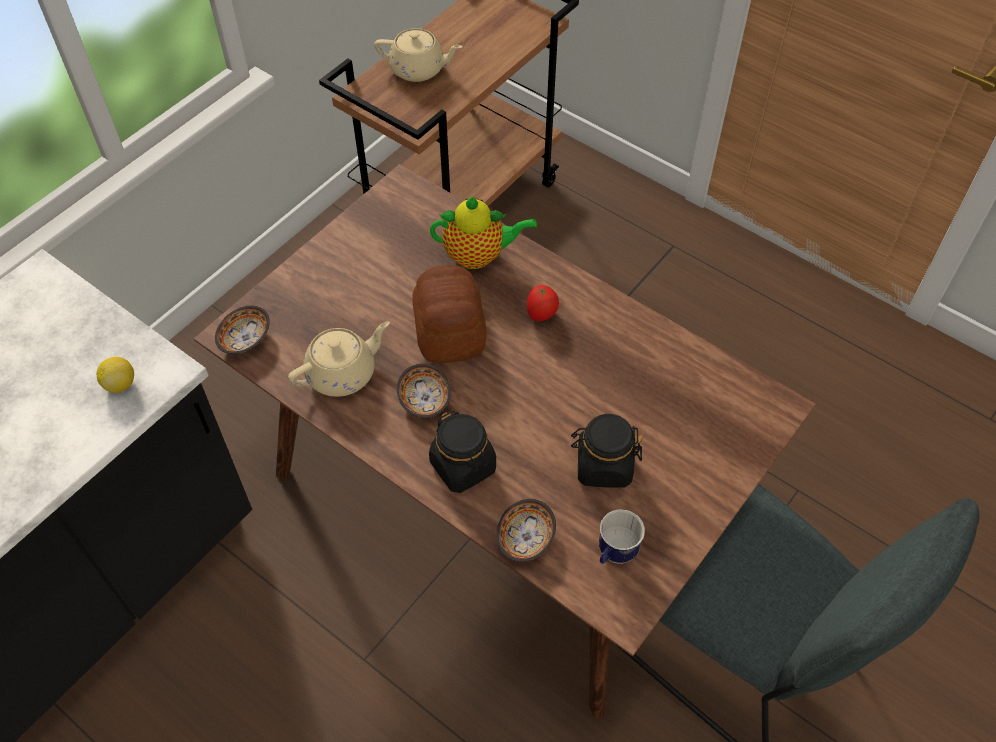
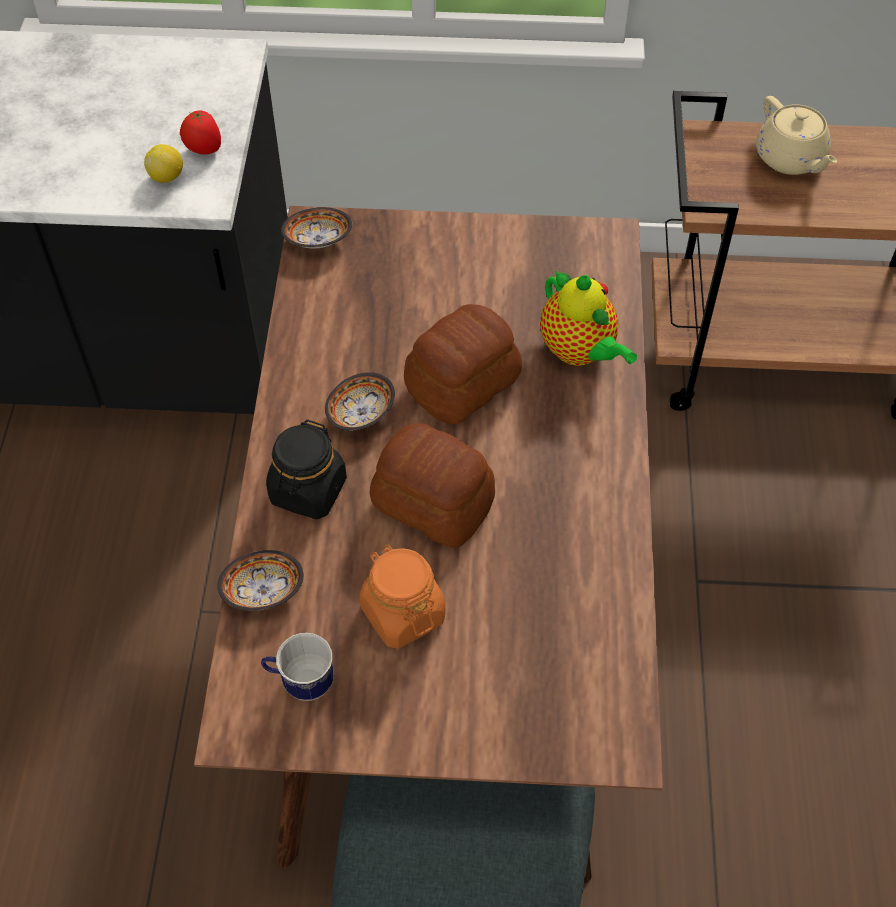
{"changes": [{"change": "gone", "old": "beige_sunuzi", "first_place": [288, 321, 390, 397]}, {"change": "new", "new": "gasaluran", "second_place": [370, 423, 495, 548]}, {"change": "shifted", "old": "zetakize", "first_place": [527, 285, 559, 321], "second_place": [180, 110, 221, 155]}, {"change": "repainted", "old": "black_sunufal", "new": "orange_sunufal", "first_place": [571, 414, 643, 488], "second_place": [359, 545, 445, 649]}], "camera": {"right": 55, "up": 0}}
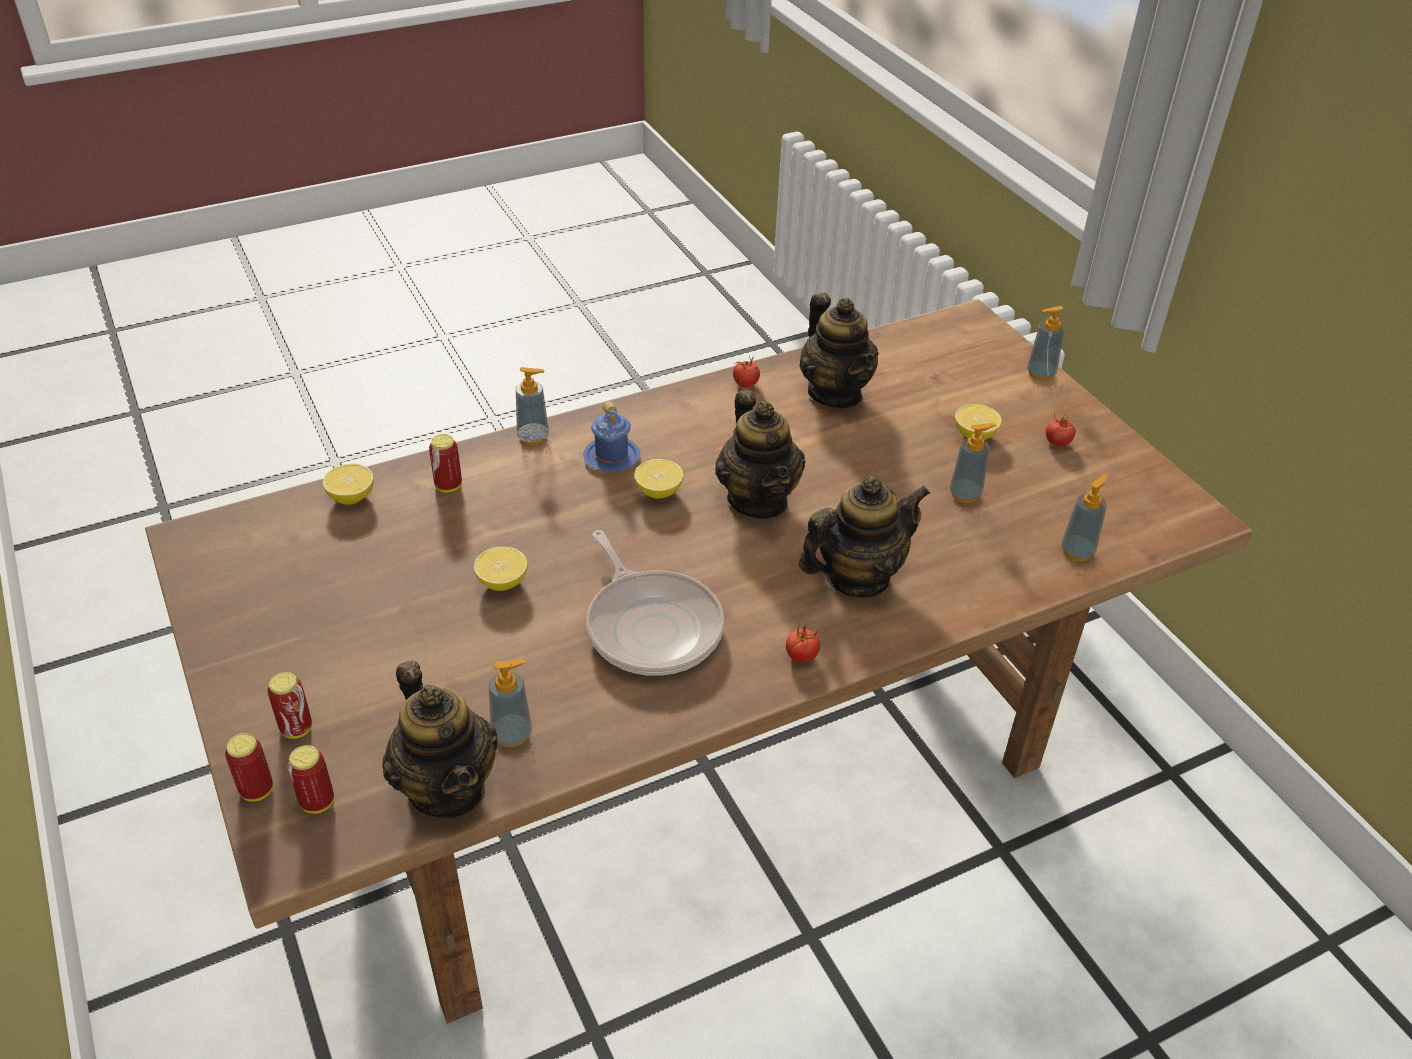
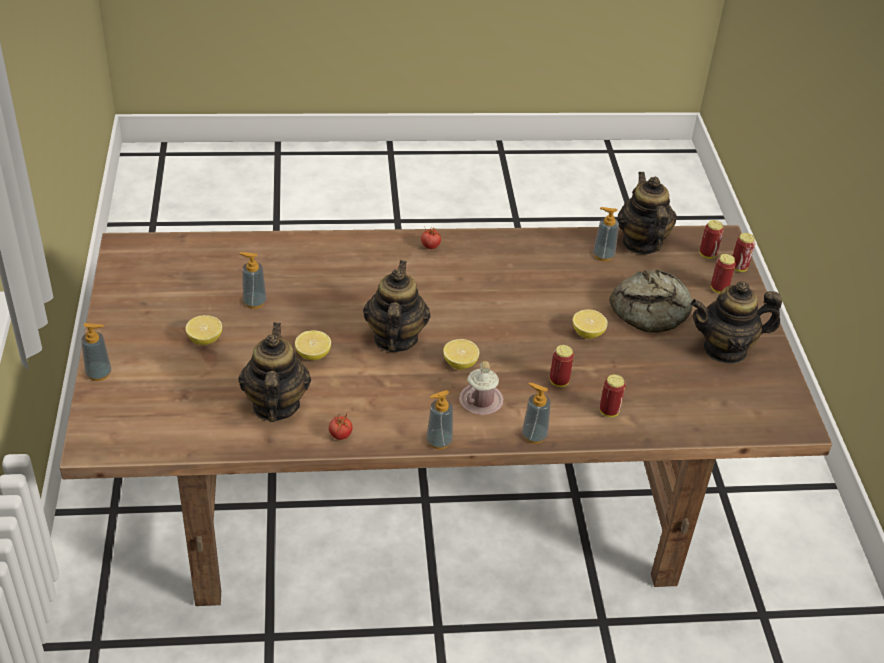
{"changes": [{"change": "gone", "old": "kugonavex", "first_place": [586, 530, 724, 676]}, {"change": "gone", "old": "zetakize", "first_place": [1046, 413, 1076, 447]}, {"change": "new", "new": "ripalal", "second_place": [550, 345, 574, 387]}, {"change": "new", "new": "gasaluran", "second_place": [609, 269, 693, 333]}, {"change": "shifted", "old": "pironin", "first_place": [323, 463, 374, 505], "second_place": [295, 330, 331, 360]}, {"change": "shifted", "old": "sunuzi", "first_place": [798, 476, 930, 598], "second_place": [690, 281, 782, 364]}, {"change": "shifted", "old": "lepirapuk", "first_place": [1061, 474, 1108, 561], "second_place": [426, 390, 453, 449]}, {"change": "repainted", "old": "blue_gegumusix", "new": "pink_gegumusix", "first_place": [583, 401, 640, 472], "second_place": [459, 361, 504, 415]}], "camera": {"right": -160, "up": 0}}
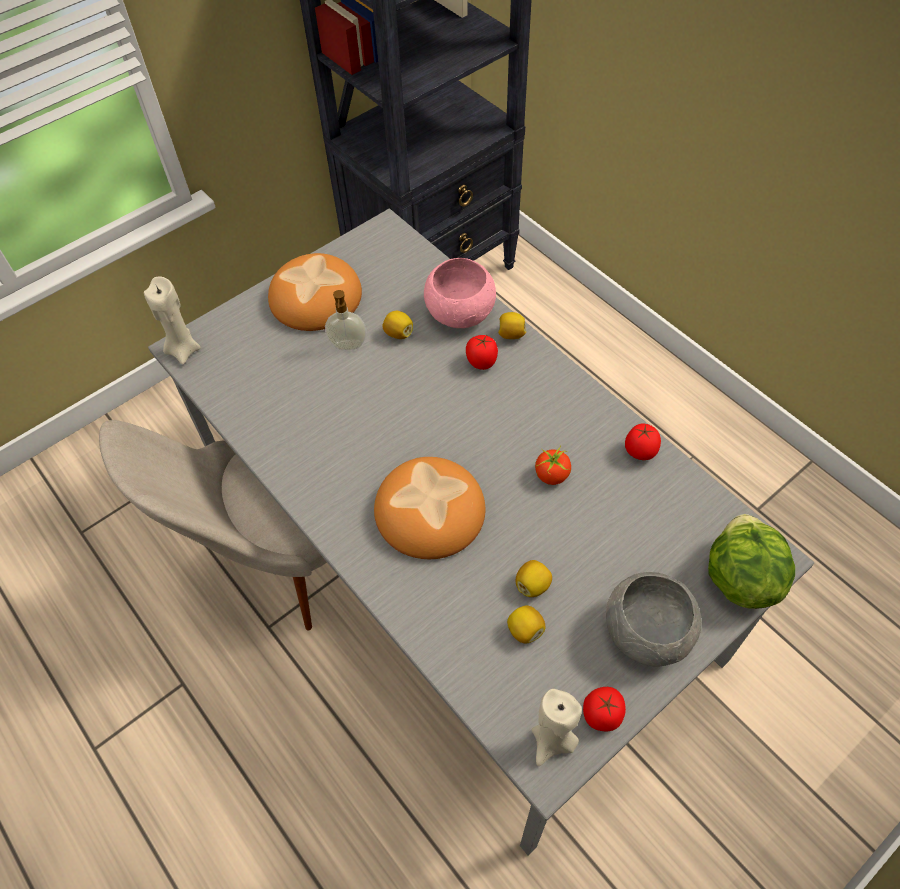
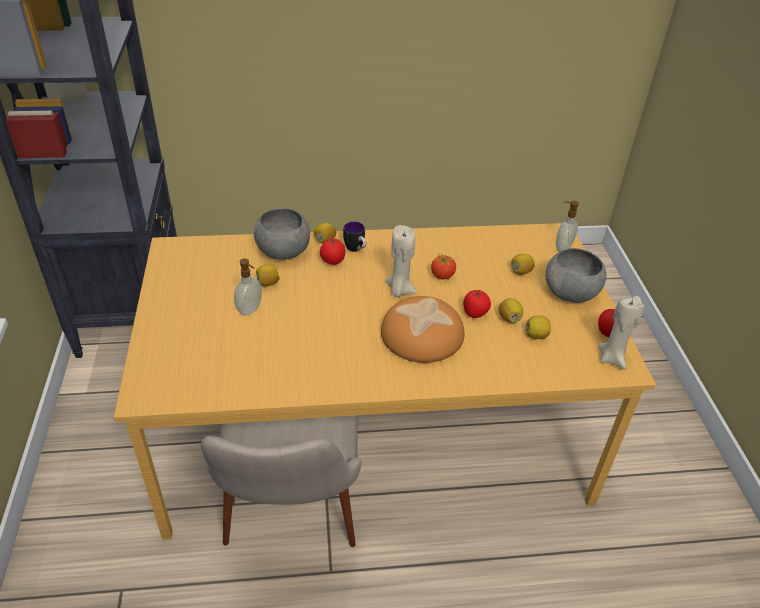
{"changes": [{"change": "gone", "old": "gasaluran", "first_place": [268, 253, 362, 331]}, {"change": "new", "new": "gegumusix", "second_place": [343, 222, 366, 252]}, {"change": "new", "new": "pironin", "second_place": [511, 254, 535, 275]}, {"change": "shifted", "old": "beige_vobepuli", "first_place": [144, 276, 201, 365], "second_place": [385, 225, 417, 297]}, {"change": "shifted", "old": "zetakize", "first_place": [625, 424, 661, 460], "second_place": [463, 290, 491, 318]}, {"change": "swapped", "old": "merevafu", "new": "lepirapuk", "first_place": [708, 514, 795, 609], "second_place": [556, 201, 579, 252]}, {"change": "repainted", "old": "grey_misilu", "new": "orange_misilu", "first_place": [148, 209, 814, 855], "second_place": [114, 223, 656, 539]}, {"change": "repainted", "old": "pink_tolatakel", "new": "grey_tolatakel", "first_place": [424, 258, 496, 328], "second_place": [254, 208, 310, 260]}], "camera": {"right": -60, "up": -15}}
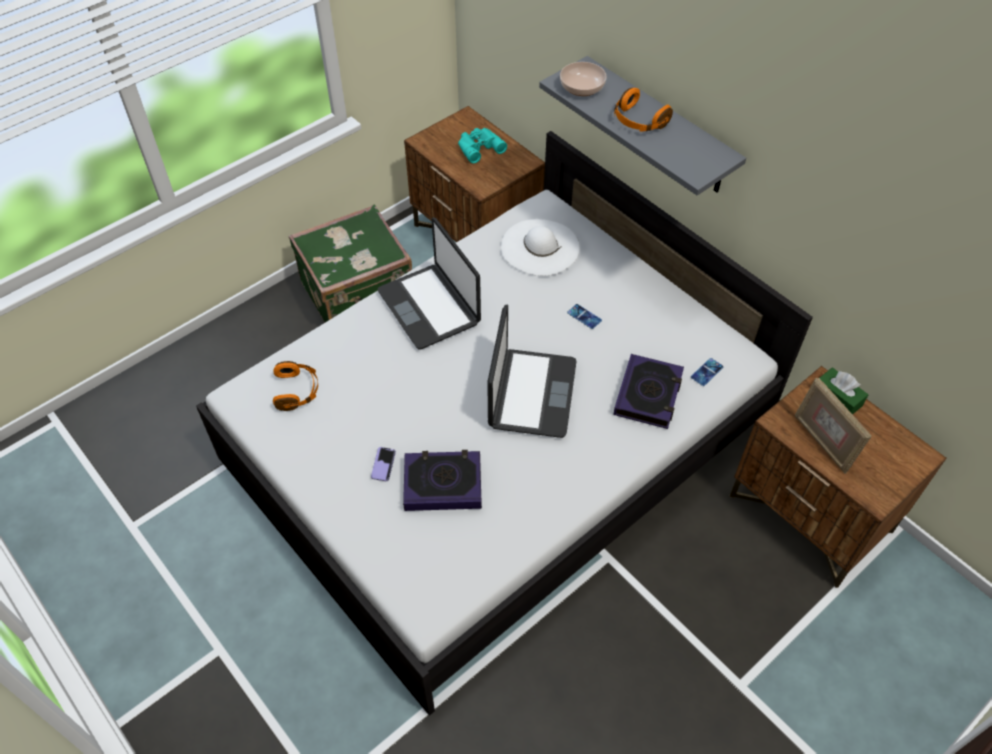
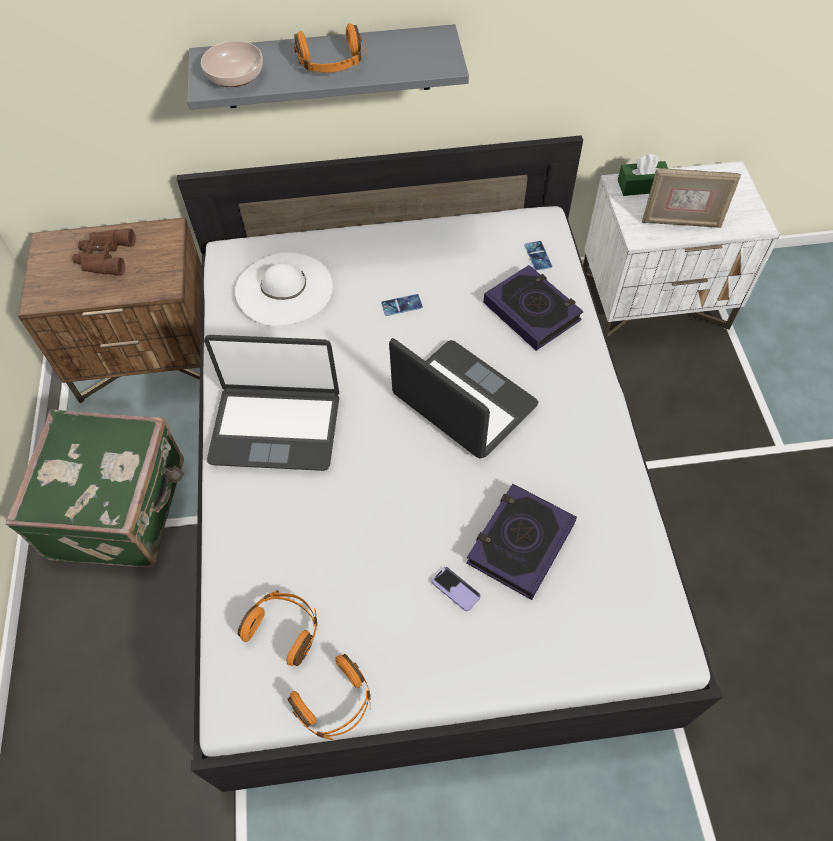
{"changes": [{"change": "new", "new": "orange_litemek", "second_place": [288, 654, 370, 740]}, {"change": "repainted", "old": "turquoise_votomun", "new": "brown_votomun", "first_place": [458, 128, 507, 164], "second_place": [72, 229, 135, 276]}, {"change": "repainted", "old": "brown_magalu", "new": "white_magalu", "first_place": [730, 366, 947, 588], "second_place": [583, 161, 780, 340]}], "camera": {"right": -55, "up": 5}}
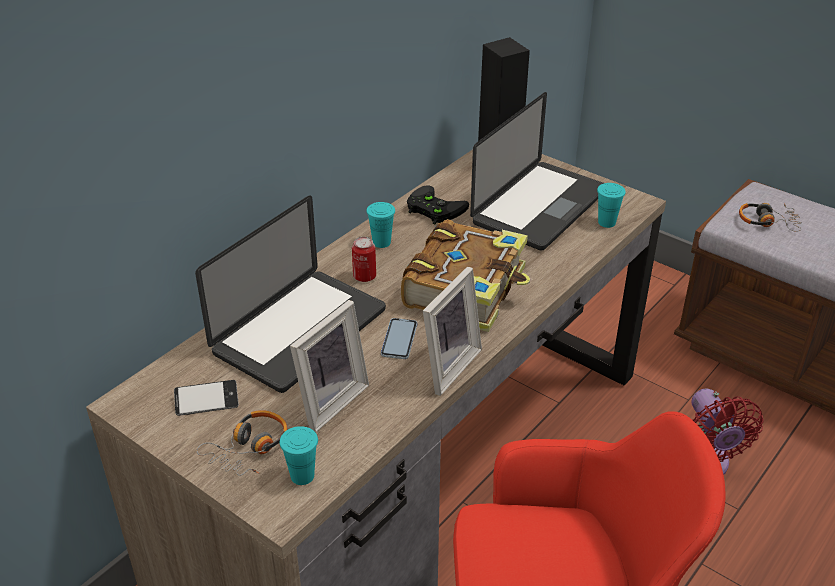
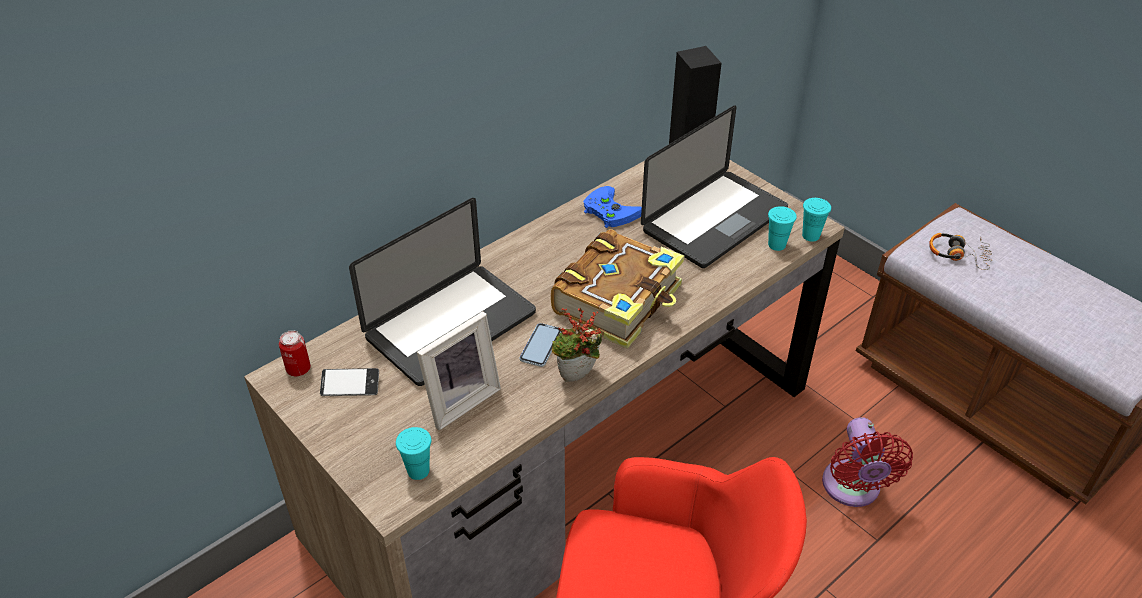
{"changes": [{"change": "gone", "old": "litemek", "first_place": [197, 410, 288, 476]}, {"change": "shifted", "old": "ripalal", "first_place": [352, 237, 376, 282], "second_place": [279, 330, 311, 376]}, {"change": "shifted", "old": "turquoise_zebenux", "first_place": [366, 202, 395, 248], "second_place": [802, 198, 831, 242]}, {"change": "swapped", "old": "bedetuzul", "new": "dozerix", "first_place": [423, 267, 482, 396], "second_place": [552, 308, 602, 382]}, {"change": "repainted", "old": "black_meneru", "new": "blue_meneru", "first_place": [407, 185, 469, 224], "second_place": [583, 186, 642, 228]}], "camera": {"right": 10, "up": 5}}
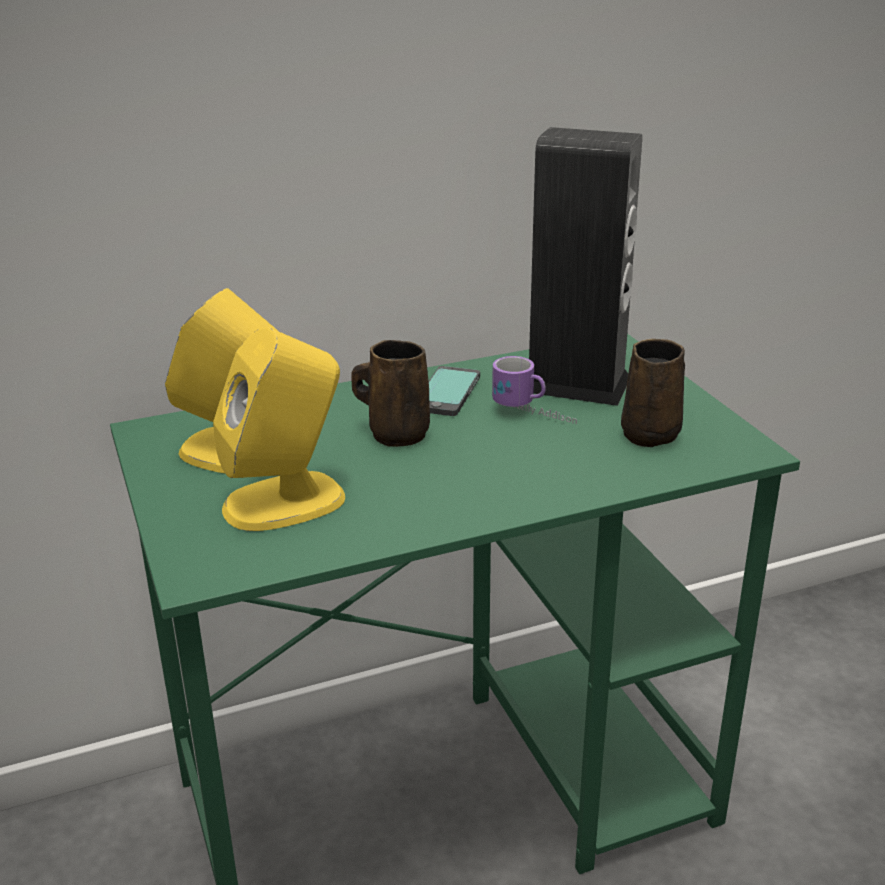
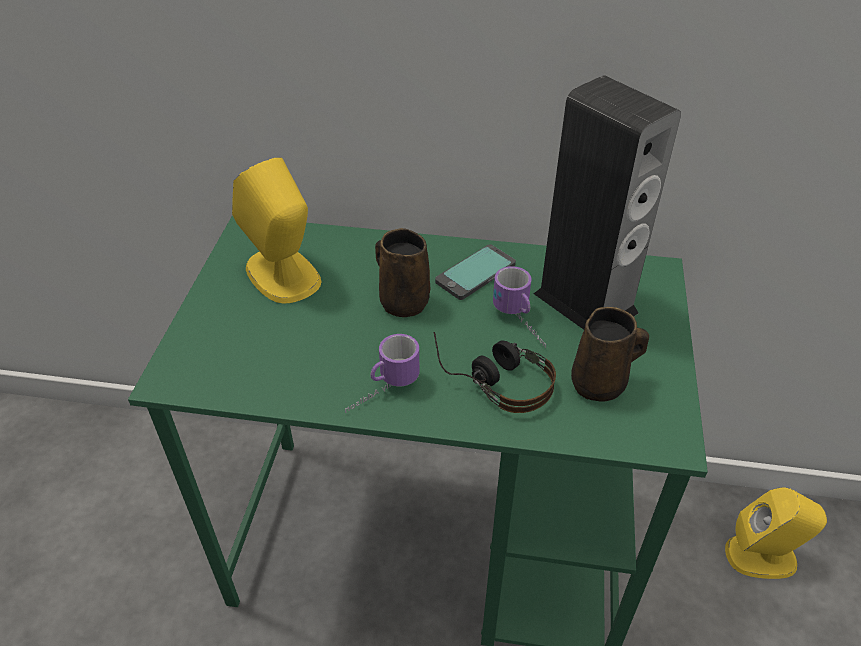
{"changes": [{"change": "new", "new": "gegumusix", "second_place": [345, 334, 419, 413]}, {"change": "new", "new": "litemek", "second_place": [434, 332, 556, 413]}, {"change": "shifted", "old": "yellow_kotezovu", "first_place": [213, 327, 345, 531], "second_place": [725, 487, 827, 579]}], "camera": {"right": 30, "up": 15}}
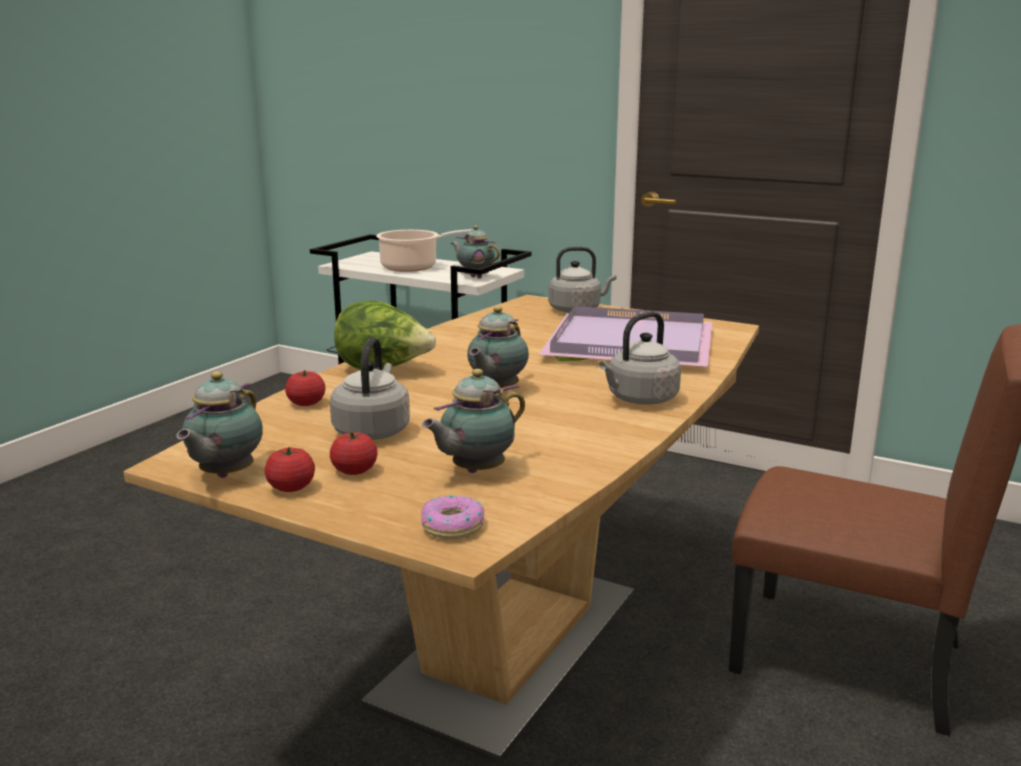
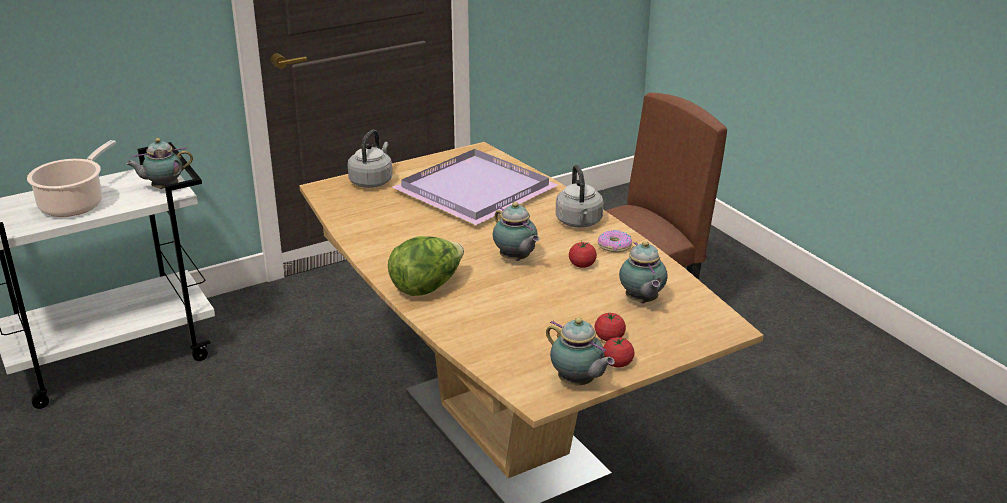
{"changes": [{"change": "gone", "old": "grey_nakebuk", "first_place": [330, 337, 410, 440]}, {"change": "shifted", "old": "zetakize", "first_place": [285, 370, 326, 406], "second_place": [569, 241, 597, 268]}, {"change": "shifted", "old": "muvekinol", "first_place": [421, 495, 485, 539], "second_place": [598, 230, 632, 252]}], "camera": {"right": -60, "up": 10}}
